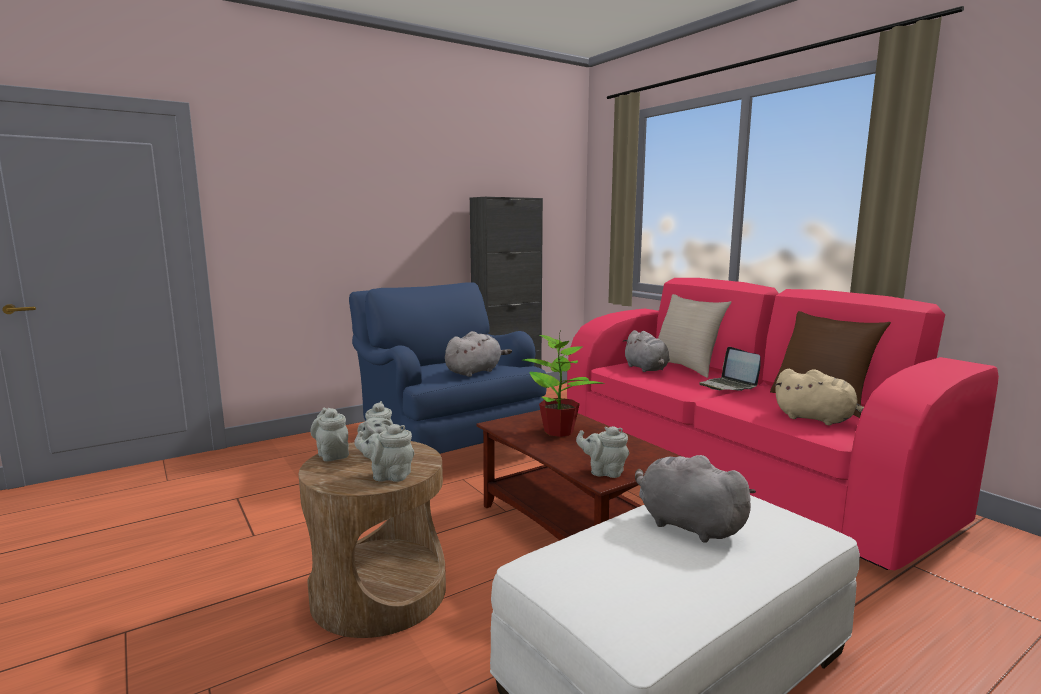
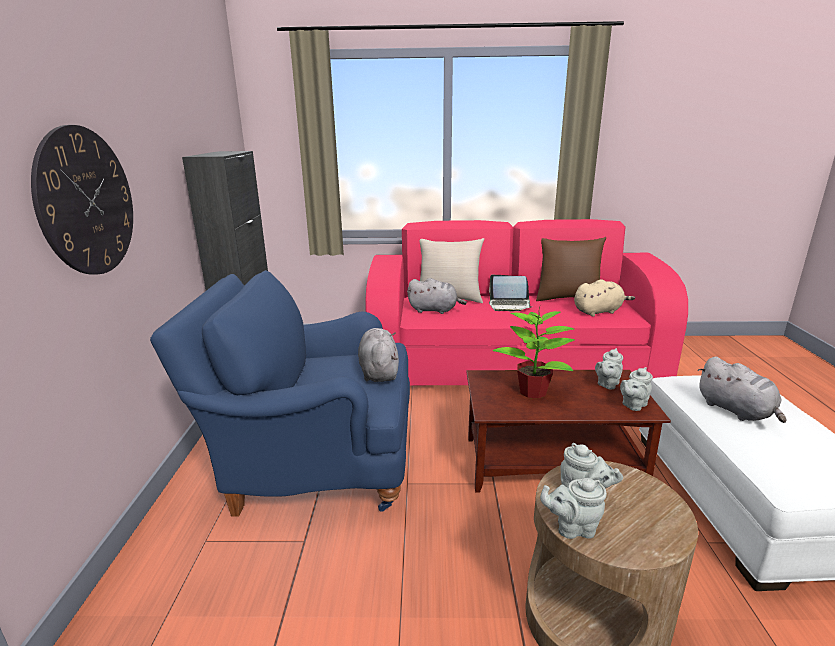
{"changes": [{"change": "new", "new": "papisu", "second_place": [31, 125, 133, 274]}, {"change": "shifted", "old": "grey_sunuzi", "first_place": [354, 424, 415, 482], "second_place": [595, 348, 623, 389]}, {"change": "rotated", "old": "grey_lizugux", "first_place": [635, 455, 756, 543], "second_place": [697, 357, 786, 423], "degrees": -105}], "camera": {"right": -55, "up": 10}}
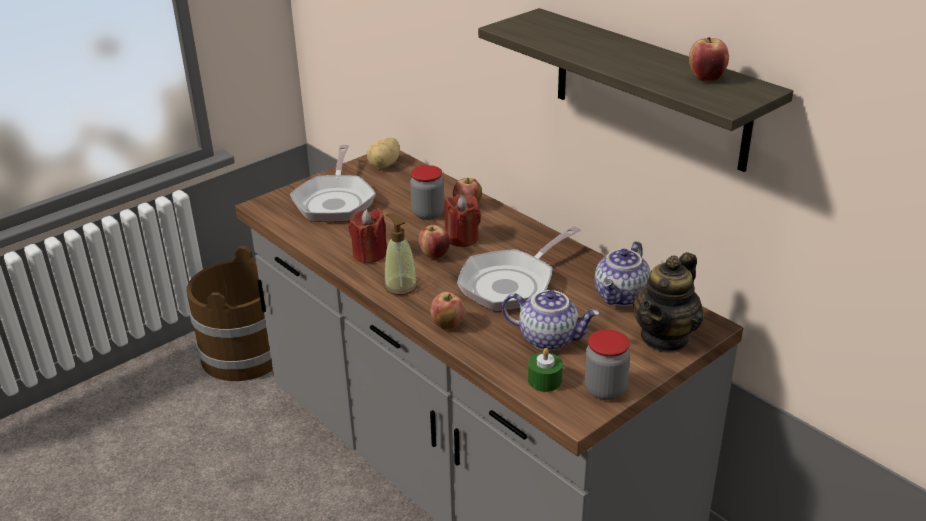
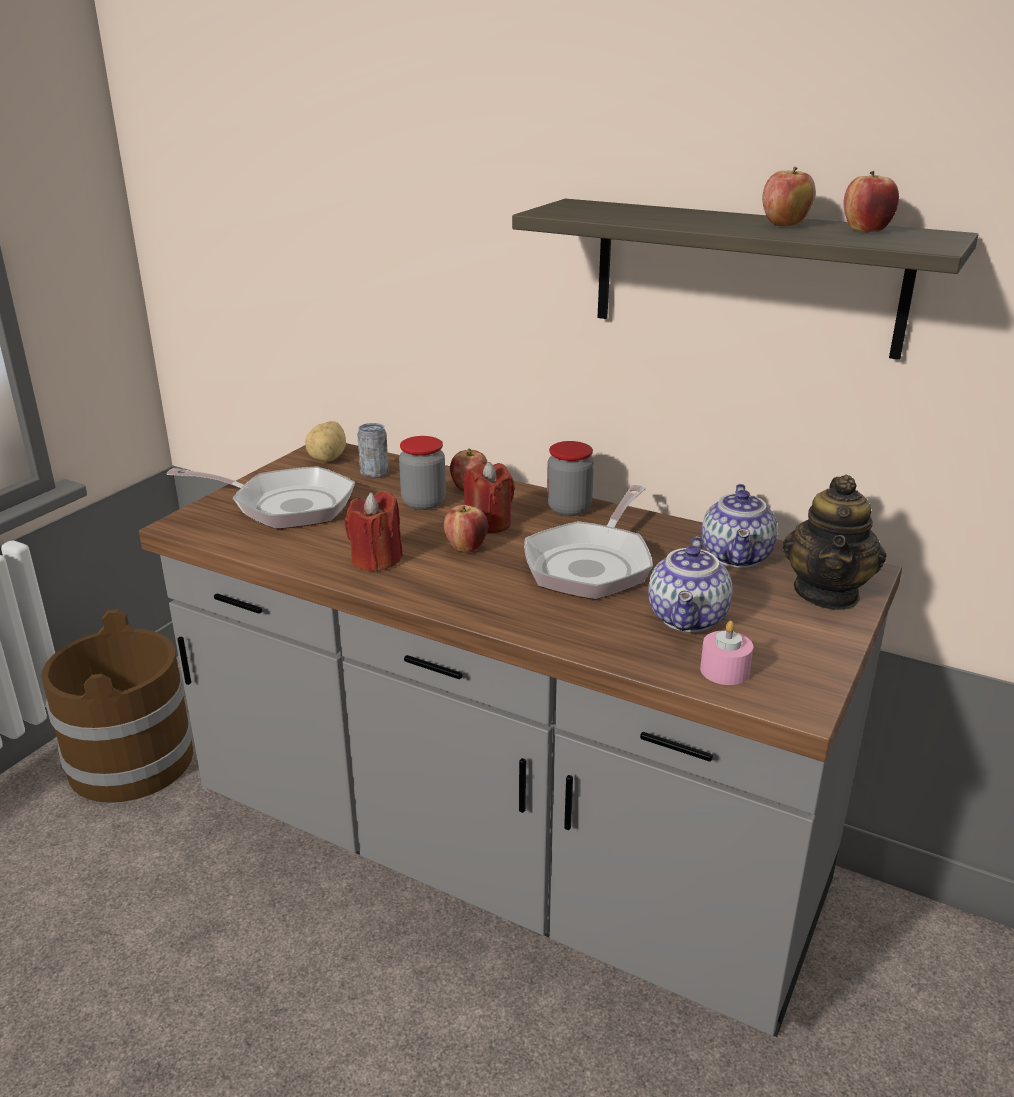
{"changes": [{"change": "gone", "old": "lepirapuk", "first_place": [384, 213, 418, 295]}, {"change": "new", "new": "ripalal", "second_place": [357, 423, 389, 478]}, {"change": "shifted", "old": "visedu", "first_place": [431, 292, 465, 329], "second_place": [762, 166, 815, 226]}, {"change": "shifted", "old": "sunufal", "first_place": [584, 329, 630, 400], "second_place": [547, 441, 594, 516]}, {"change": "repainted", "old": "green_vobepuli", "new": "pink_vobepuli", "first_place": [528, 348, 563, 392], "second_place": [700, 621, 753, 685]}, {"change": "rotated", "old": "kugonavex", "first_place": [290, 145, 376, 222], "second_place": [167, 466, 355, 529], "degrees": -60}, {"change": "rotated", "old": "sunuzi", "first_place": [502, 290, 599, 351], "second_place": [648, 536, 733, 632], "degrees": 105}], "camera": {"right": -20, "up": -5}}
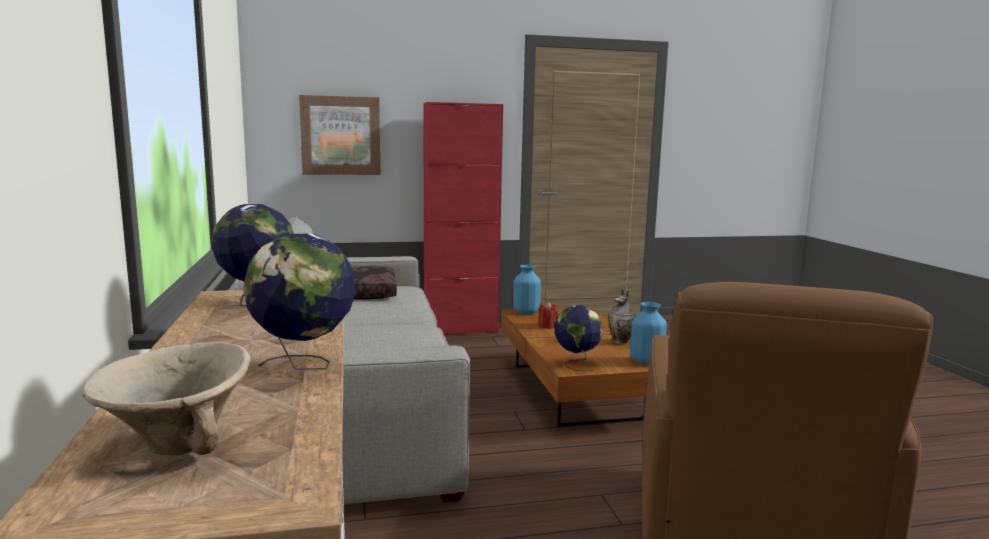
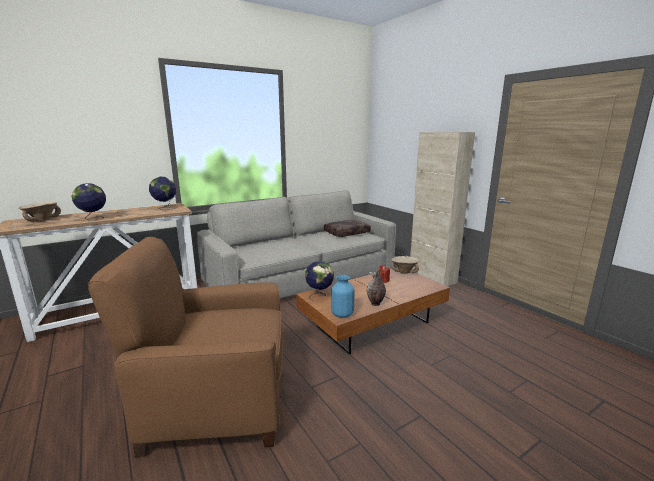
{"changes": [{"change": "gone", "old": "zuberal", "first_place": [299, 95, 380, 175]}, {"change": "swapped", "old": "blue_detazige", "new": "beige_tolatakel", "first_place": [513, 265, 541, 314], "second_place": [391, 256, 419, 274]}, {"change": "repainted", "old": "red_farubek", "new": "beige_farubek", "first_place": [423, 102, 503, 334], "second_place": [410, 132, 475, 286]}], "camera": {"right": 70, "up": 5}}
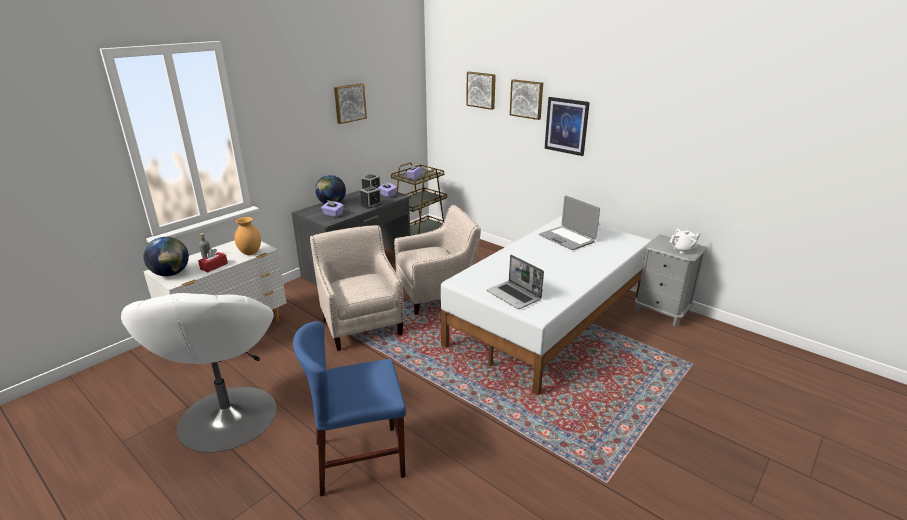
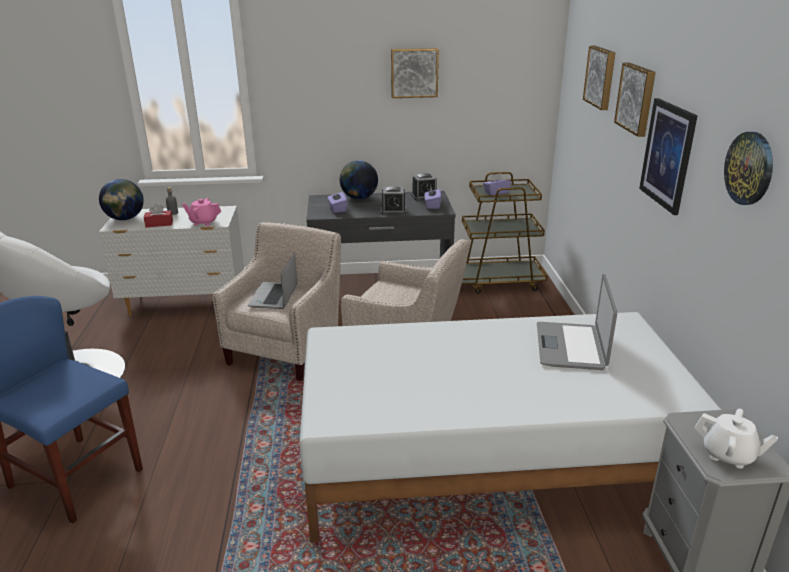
{"changes": [{"change": "new", "new": "papisu", "second_place": [724, 132, 773, 205]}, {"change": "shifted", "old": "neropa", "first_place": [487, 255, 544, 309], "second_place": [248, 252, 297, 309]}, {"change": "swapped", "old": "brown_detazige", "new": "pink_sunuzi", "first_place": [235, 217, 261, 255], "second_place": [182, 198, 221, 226]}], "camera": {"right": 45, "up": 0}}
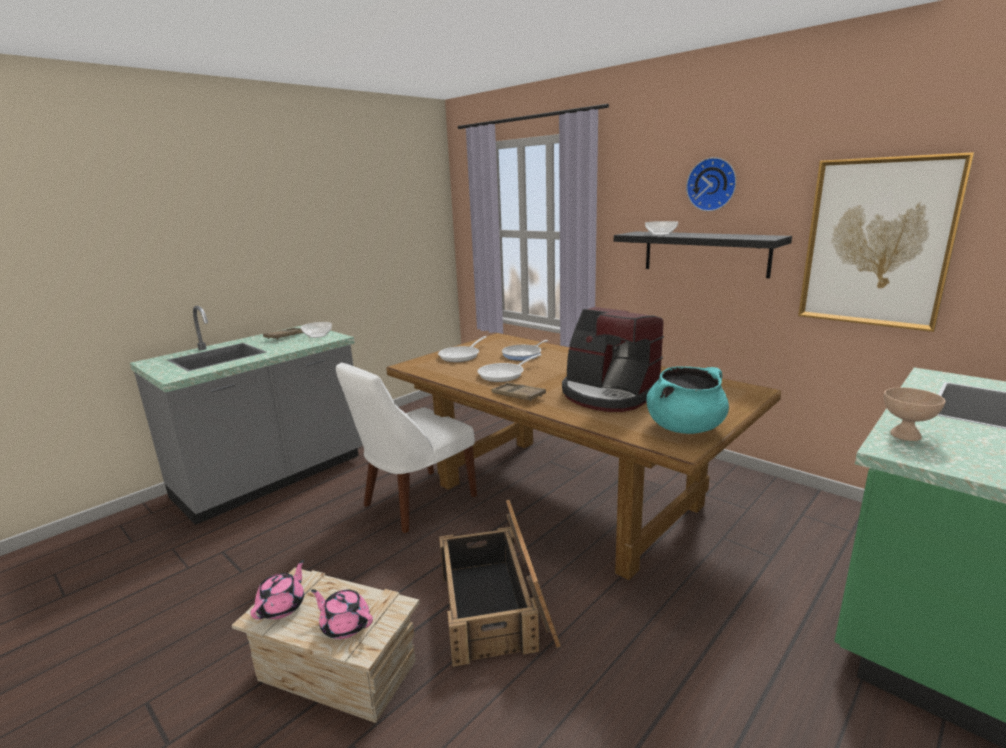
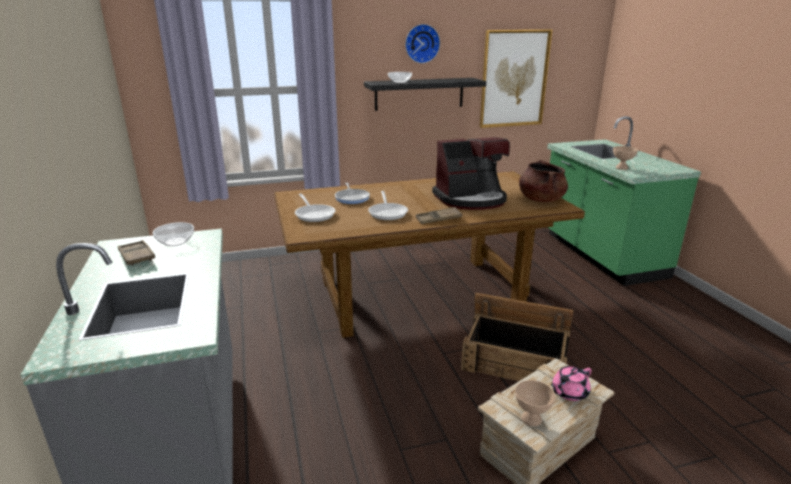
{"changes": [{"change": "gone", "old": "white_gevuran", "first_place": [336, 363, 477, 533]}, {"change": "swapped", "old": "pink_sunuzi", "new": "beige_tolatakel", "first_place": [250, 560, 304, 619], "second_place": [515, 380, 555, 426]}, {"change": "repainted", "old": "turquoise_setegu", "new": "brown_setegu", "first_place": [646, 366, 729, 434], "second_place": [519, 160, 568, 202]}], "camera": {"right": -60, "up": 5}}
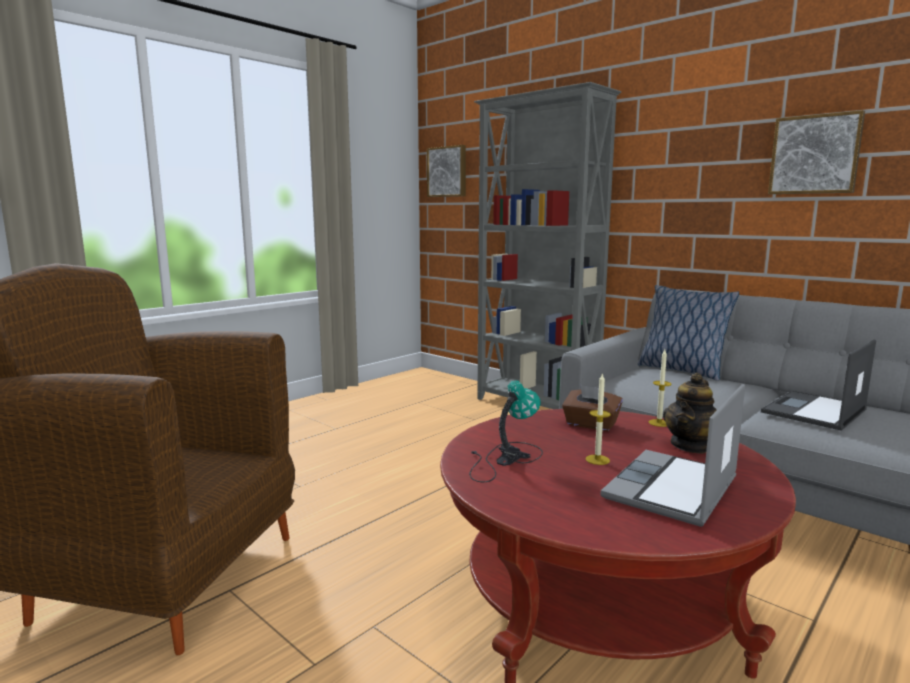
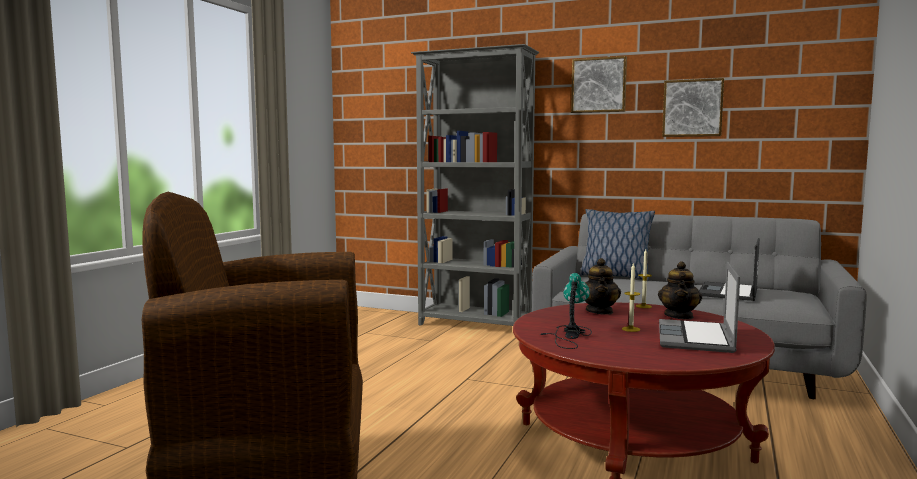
{"changes": [{"change": "shifted", "old": "zuberal", "first_place": [427, 145, 466, 197], "second_place": [571, 56, 627, 113]}, {"change": "swapped", "old": "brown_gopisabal", "new": "sunuzi", "first_place": [562, 385, 623, 431], "second_place": [585, 258, 621, 315]}], "camera": {"right": -20, "up": -5}}
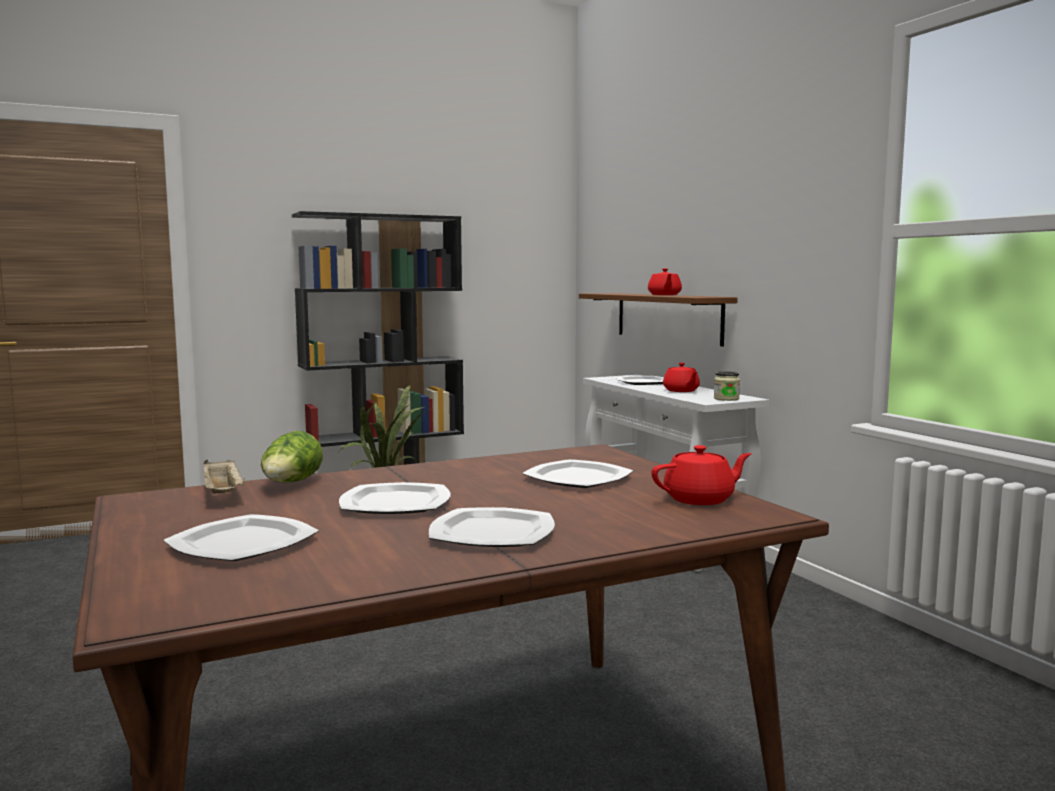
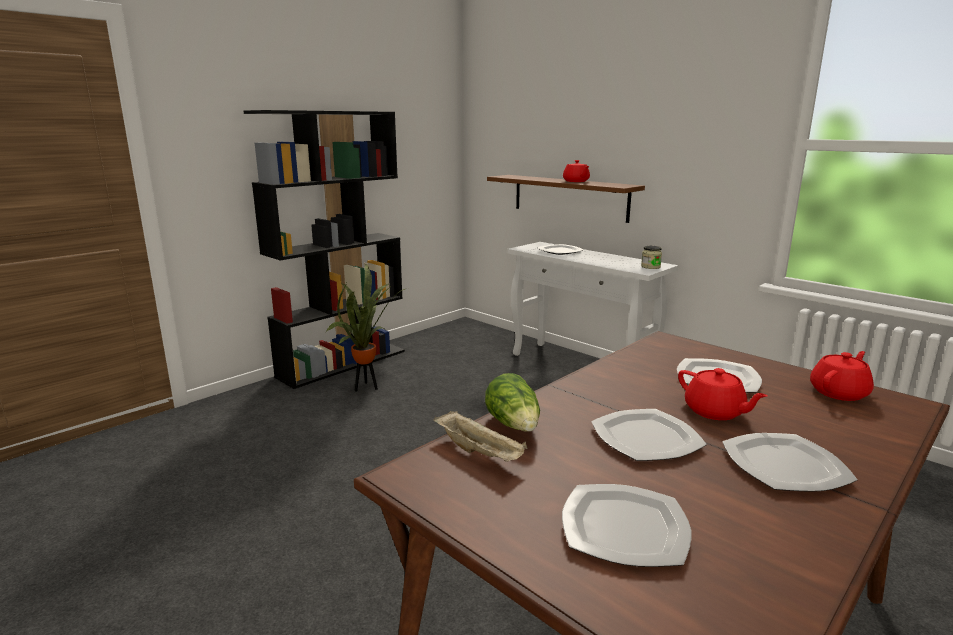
{"changes": [{"change": "shifted", "old": "red_sunuzi", "first_place": [663, 363, 700, 392], "second_place": [678, 368, 768, 420]}], "camera": {"right": -20, "up": 10}}
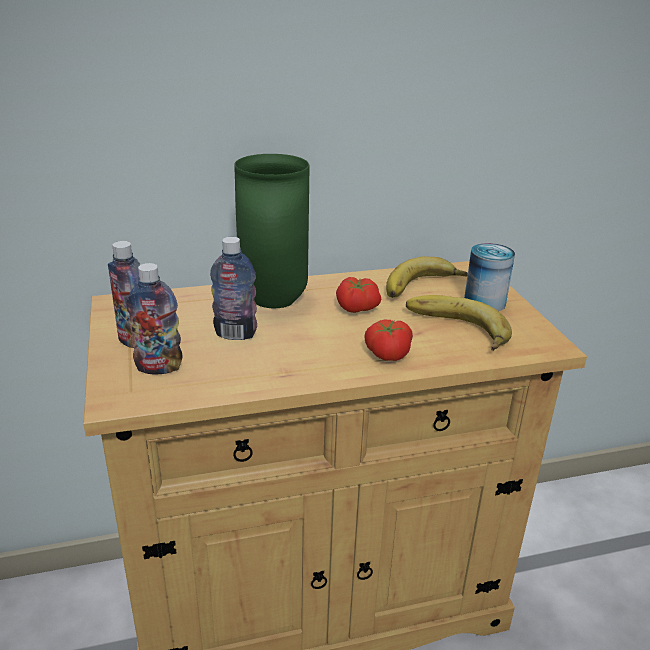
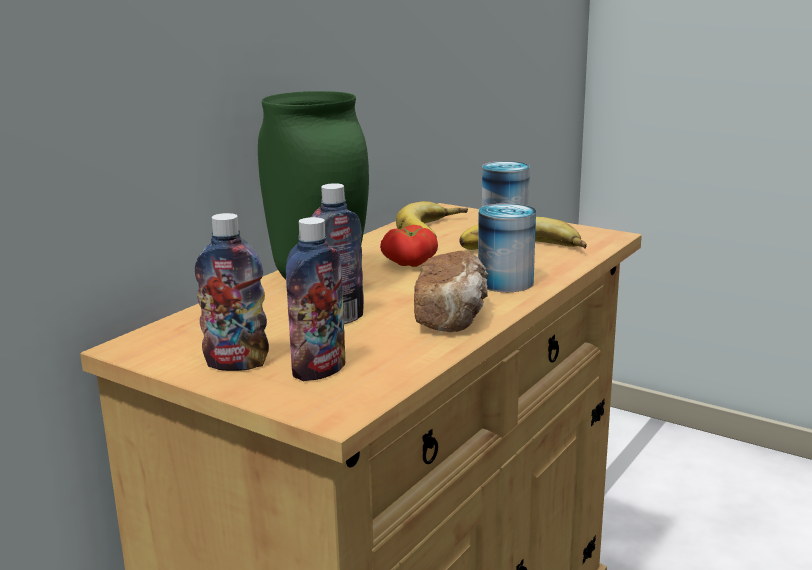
{"changes": [{"change": "new", "new": "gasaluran", "second_place": [414, 251, 489, 332]}, {"change": "swapped", "old": "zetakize", "new": "ripalal", "first_place": [364, 320, 413, 361], "second_place": [478, 203, 536, 292]}], "camera": {"right": -40, "up": -10}}
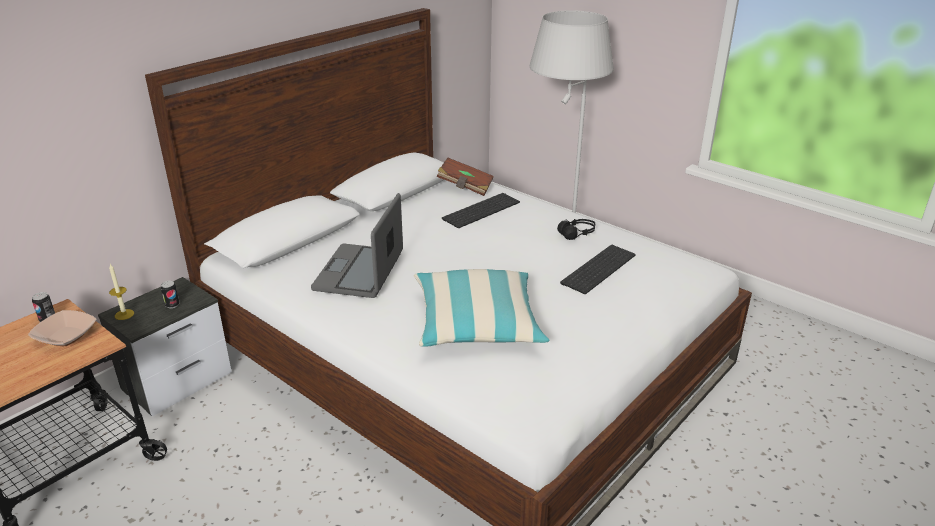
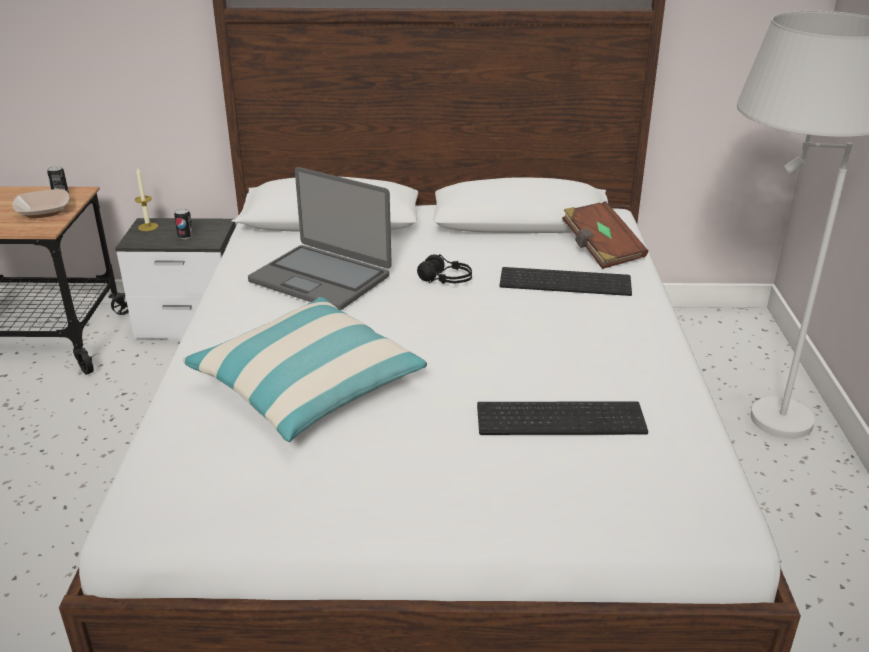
{"changes": [{"change": "shifted", "old": "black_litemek", "first_place": [557, 219, 595, 240], "second_place": [417, 254, 472, 284]}, {"change": "rotated", "old": "neropa", "first_place": [311, 193, 403, 298], "second_place": [248, 167, 392, 310], "degrees": -120}], "camera": {"right": 50, "up": 0}}
